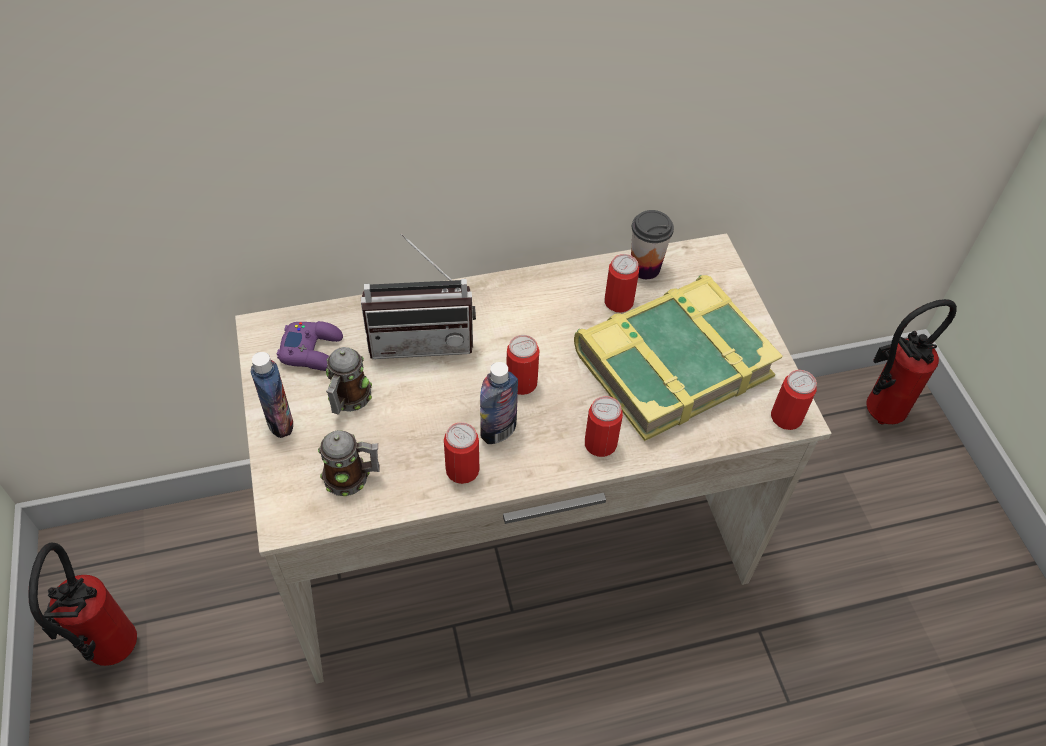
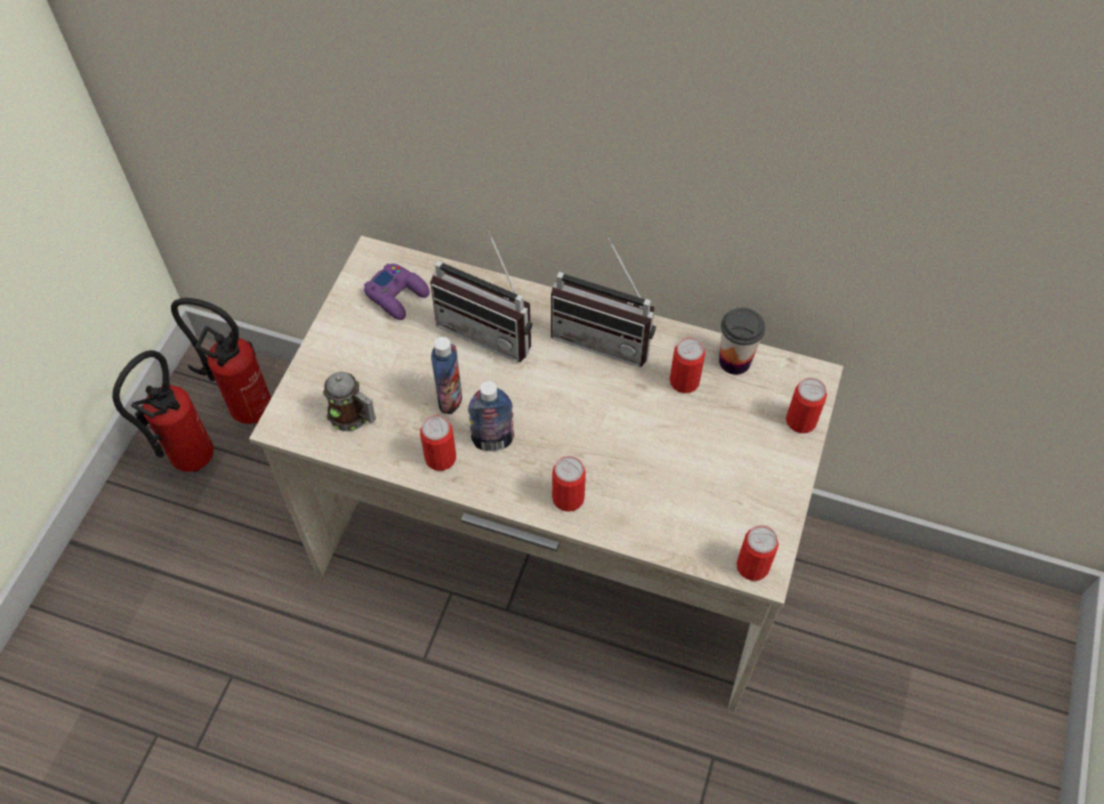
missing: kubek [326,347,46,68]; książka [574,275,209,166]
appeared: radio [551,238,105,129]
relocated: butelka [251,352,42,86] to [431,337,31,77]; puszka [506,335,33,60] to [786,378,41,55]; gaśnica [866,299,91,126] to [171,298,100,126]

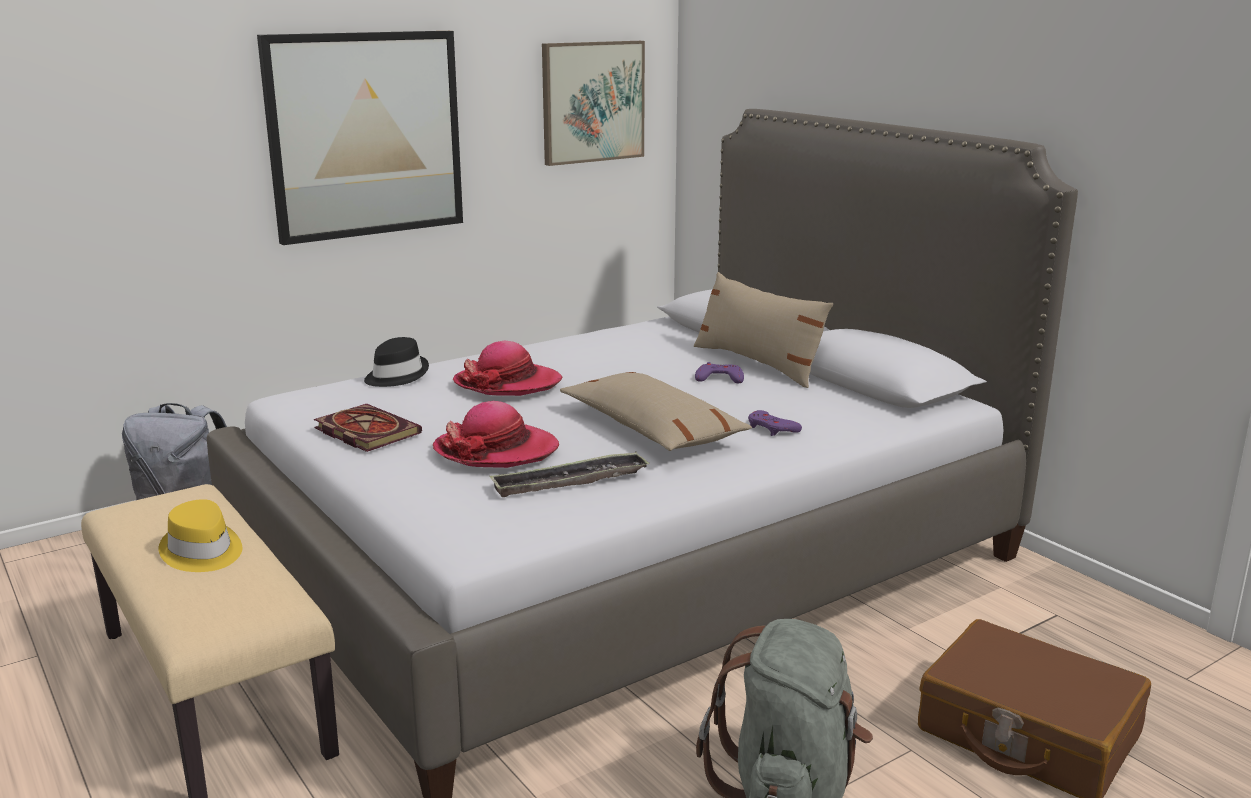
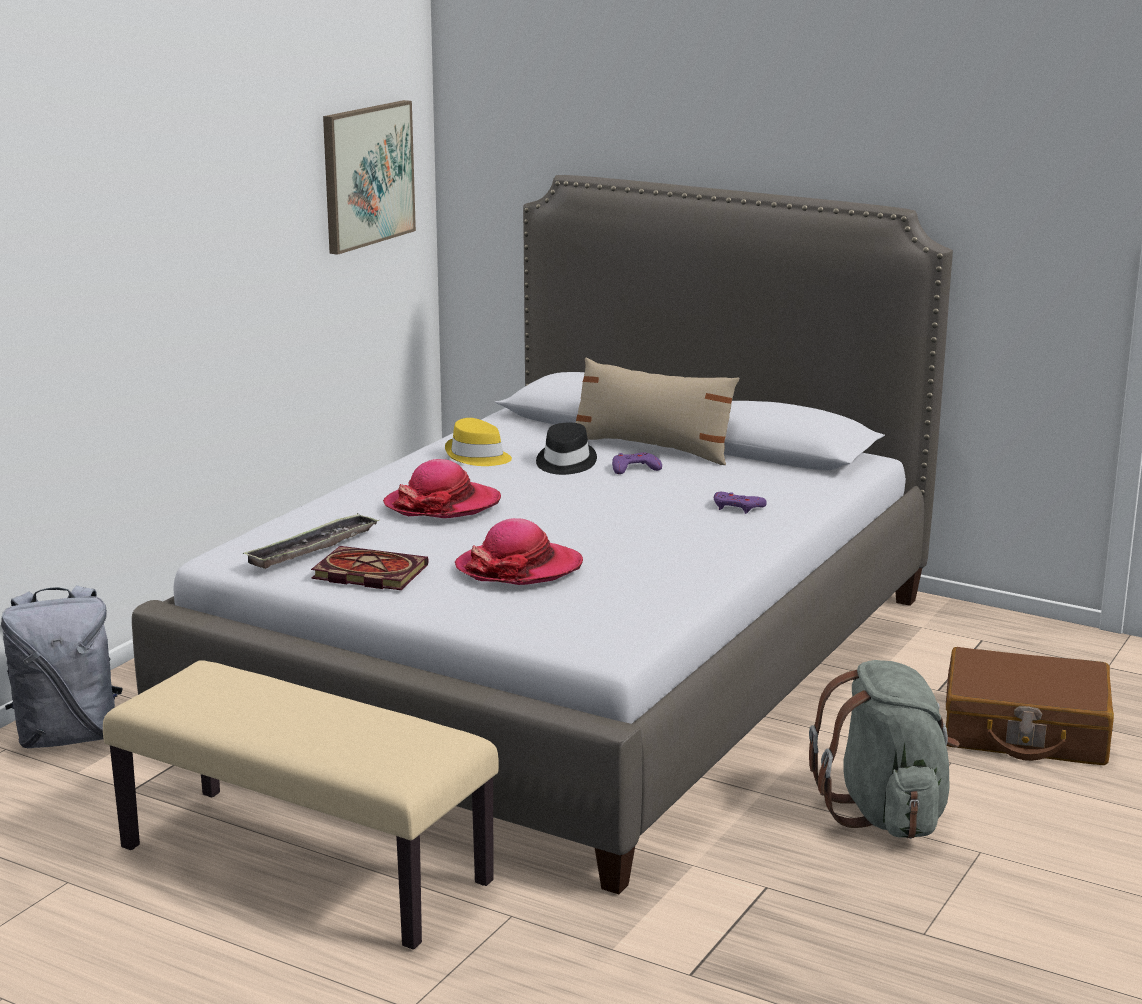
missing: obraz [257,31,206,214]; poduszka/beżowy [560,372,192,79]
relocated: kapelusz/żółty [159,499,83,73] to [445,418,67,48]; kapelusz/czarny [364,337,65,50] to [536,423,61,52]; taca [489,451,161,46] to [243,513,136,56]

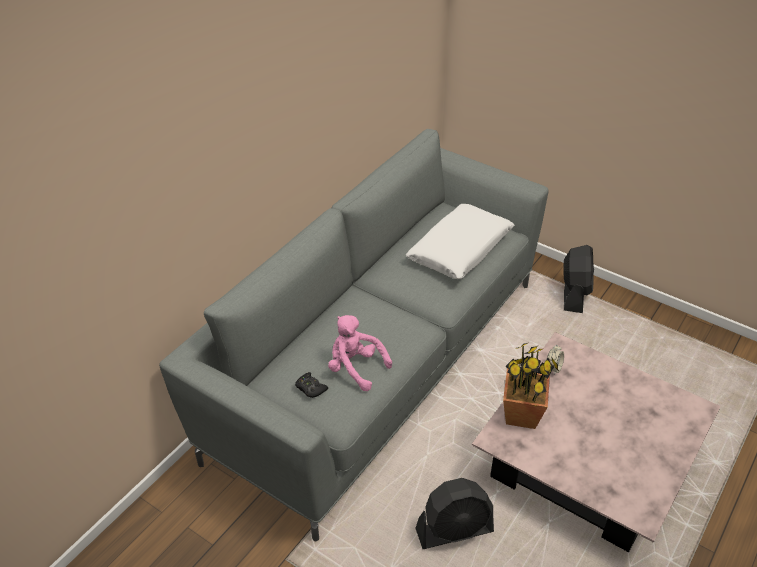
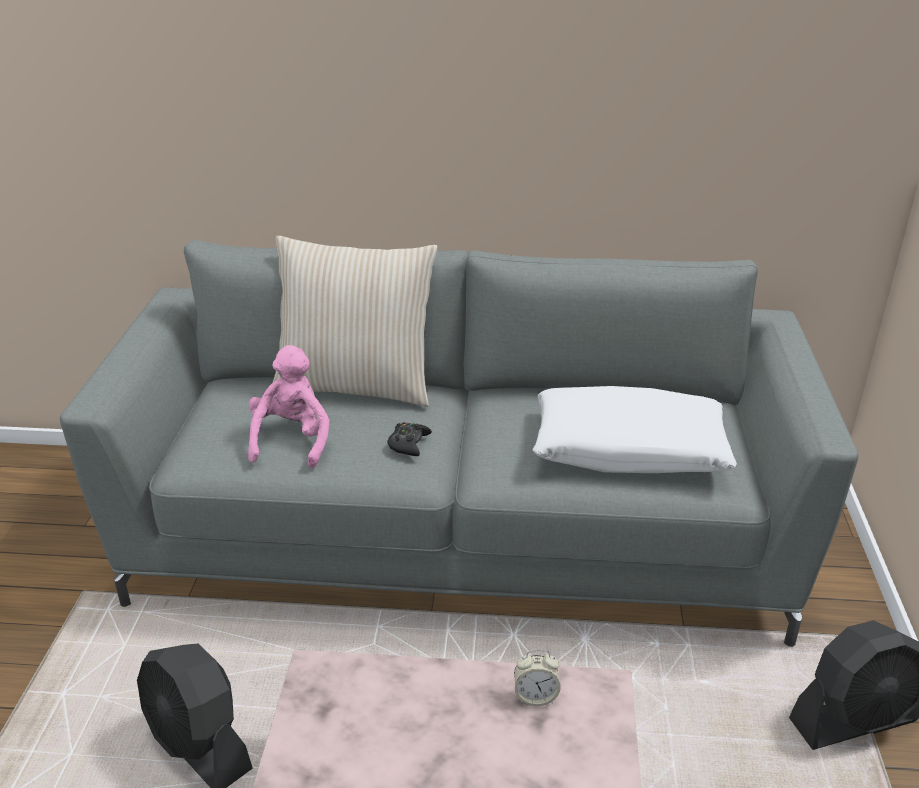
missing: roślina doniczkowa [503,343,56,86]
appeared: poduszka/beżowy [272,236,166,171]
relocated: pad do gier/czarny [295,372,33,26] to [387,422,45,34]

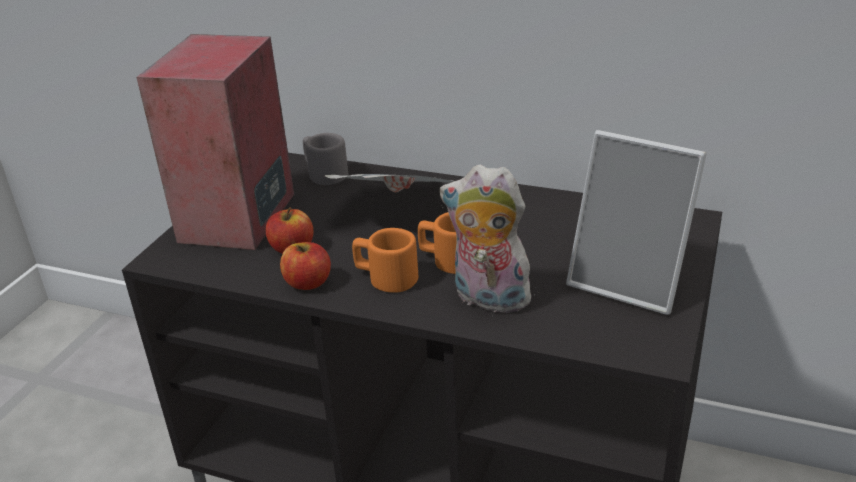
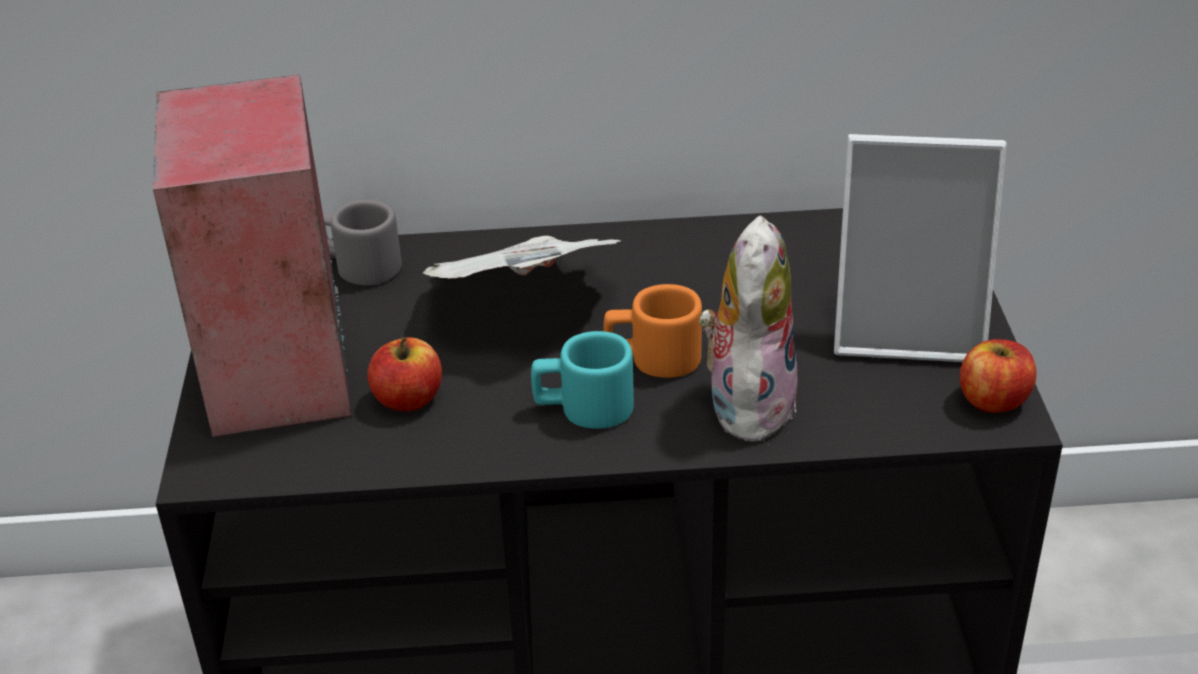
relocated: jabłko [280,242,51,48] to [960,339,77,74]
colour: kubek/pomarańczowy [352,228,66,65] to kubek/turkusowy [531,331,103,98]
spun: pluszak [440,164,96,149] = [699,216,98,229] 105 degrees clockwise

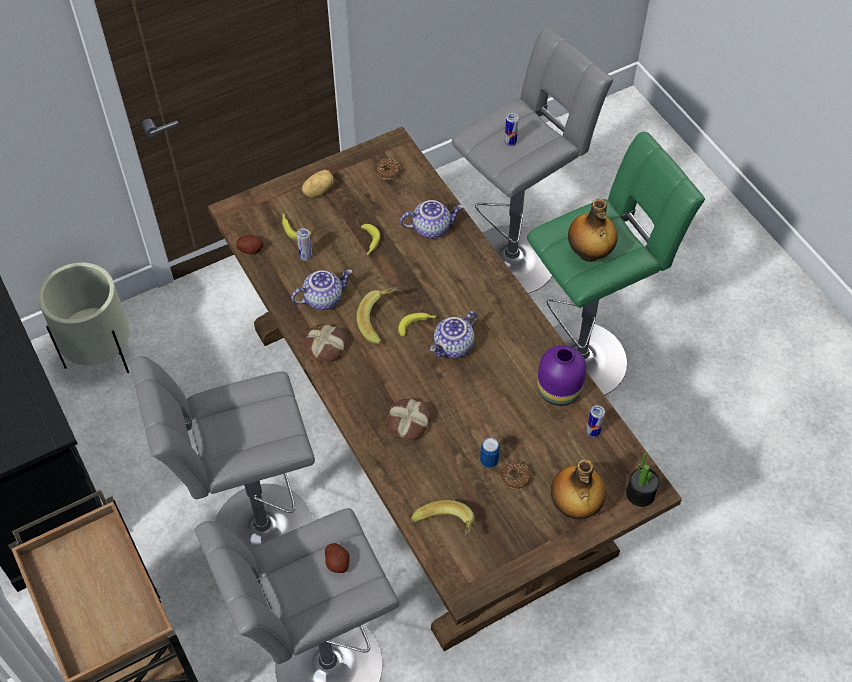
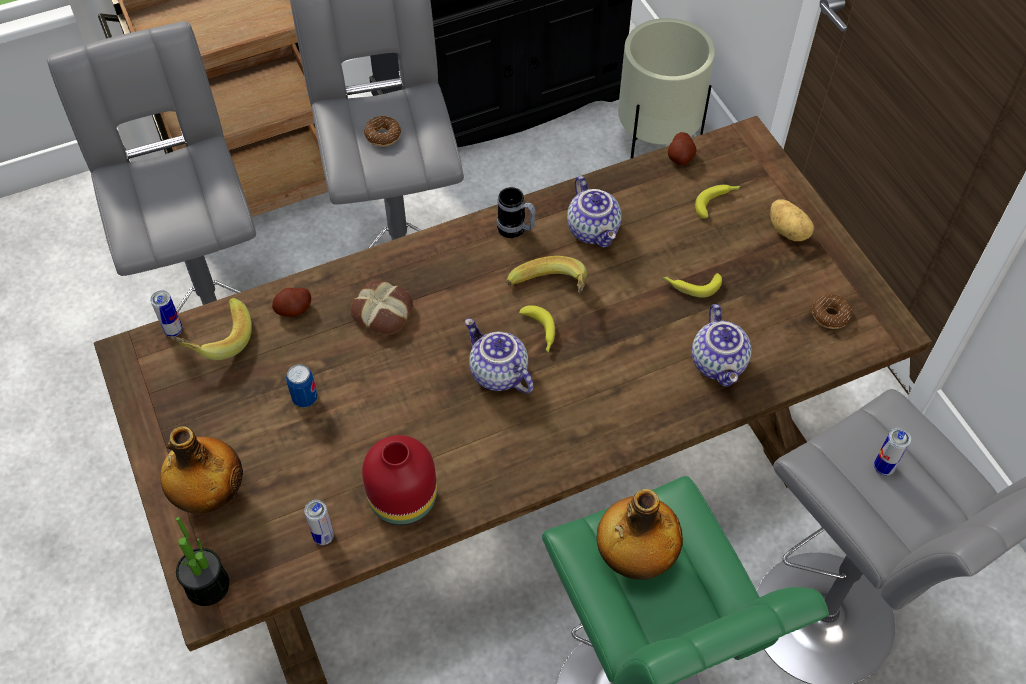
relocated: puszka [296,228,16,33] to [150,290,33,47]; ziemniak [325,543,25,30] to [272,288,39,29]; donut [501,462,30,28] to [364,116,37,31]
exchanged: chleb [303,324,45,39] to kubek [497,187,39,51]
colour: wazon/fioletowy [537,345,49,61] to wazon/czerwony [362,435,75,91]

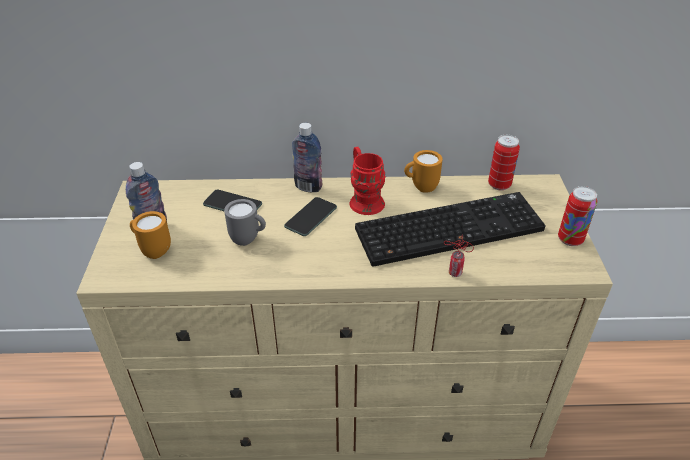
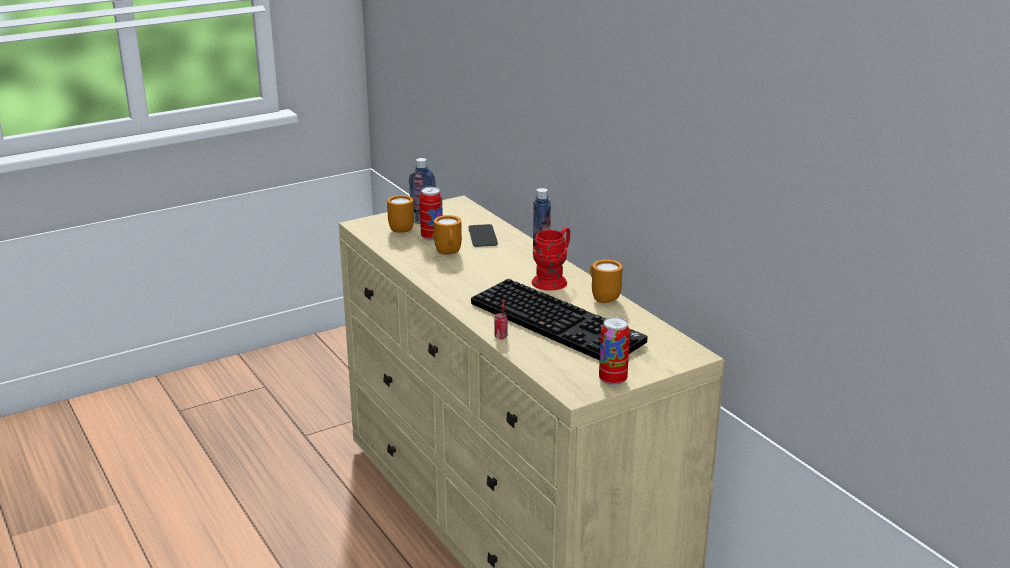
missing: telefon [284,197,53,39]
relocated: puszka [488,135,32,55] to [420,187,23,54]
colour: kubek/szary [224,199,42,47] to kubek/pomarańczowy [434,215,28,39]

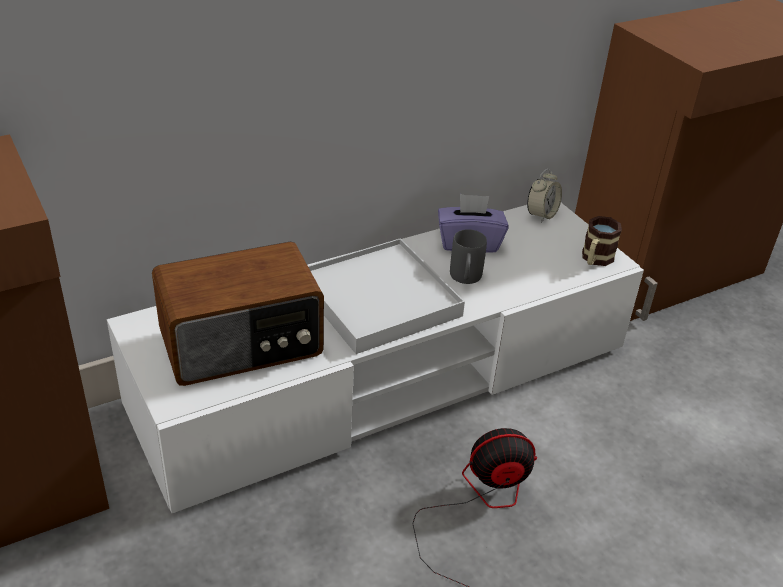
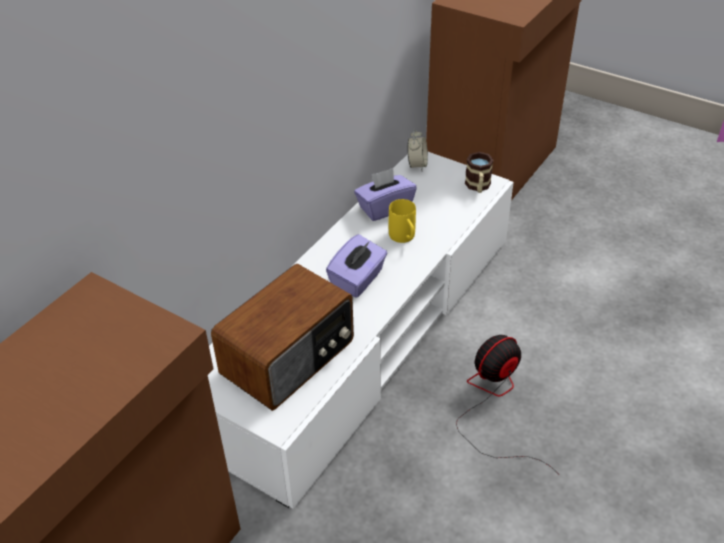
exchanged: taca/biały [308,238,157,116] to pudełko chusteczek/fioletowy [326,234,61,64]
colour: kubek/szary [450,229,37,55] to kubek/żółty [389,199,27,44]

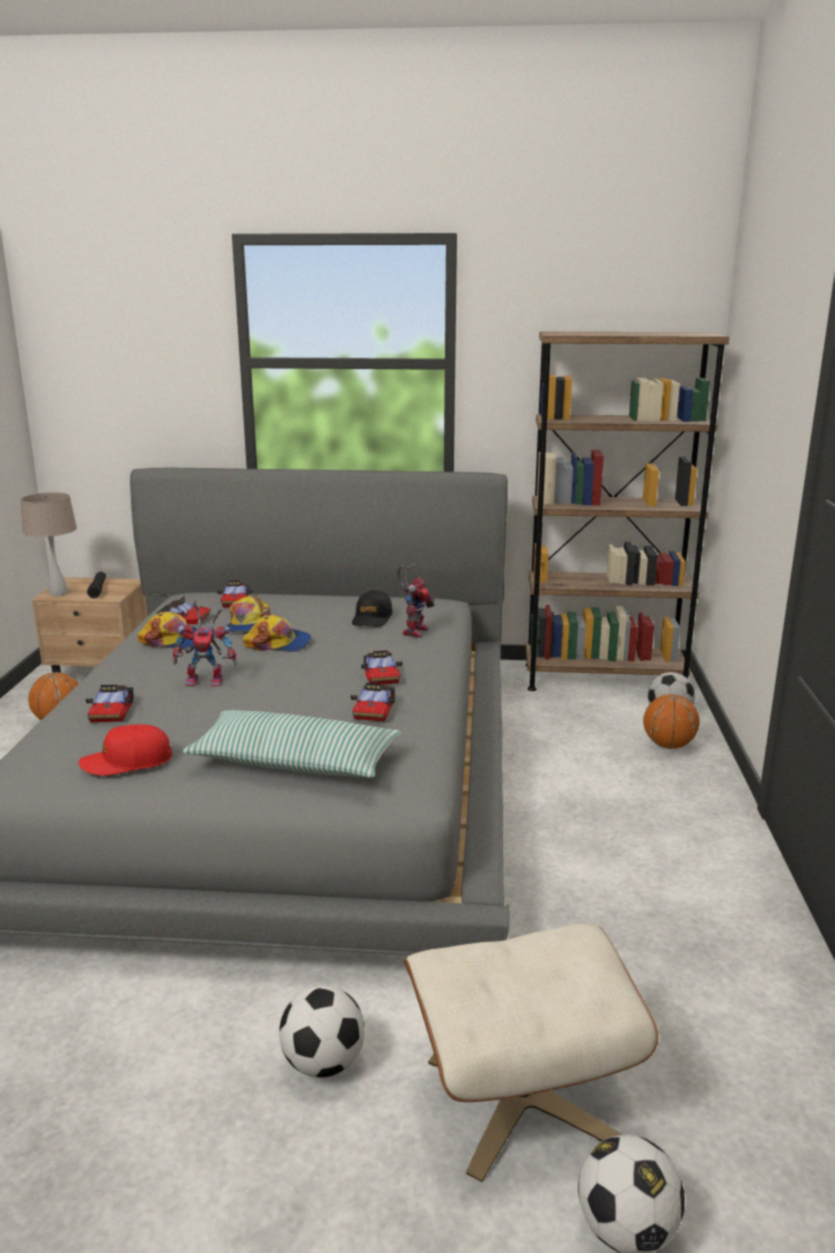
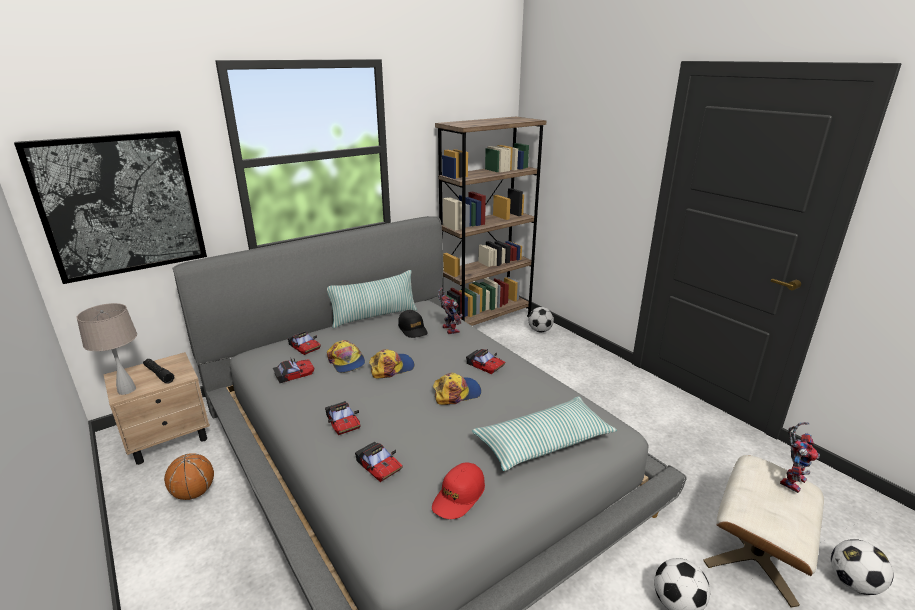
missing: piłka do koszykówki [643,694,57,55]
appeared: obraz [14,131,193,153]; poduszka [327,270,90,58]
relocated: czapka z daszkiem [138,611,59,38] to [433,373,48,32]; robot zabawkowy [173,602,64,85] to [780,422,40,71]; samochodzik [351,683,44,38] to [325,401,35,34]

